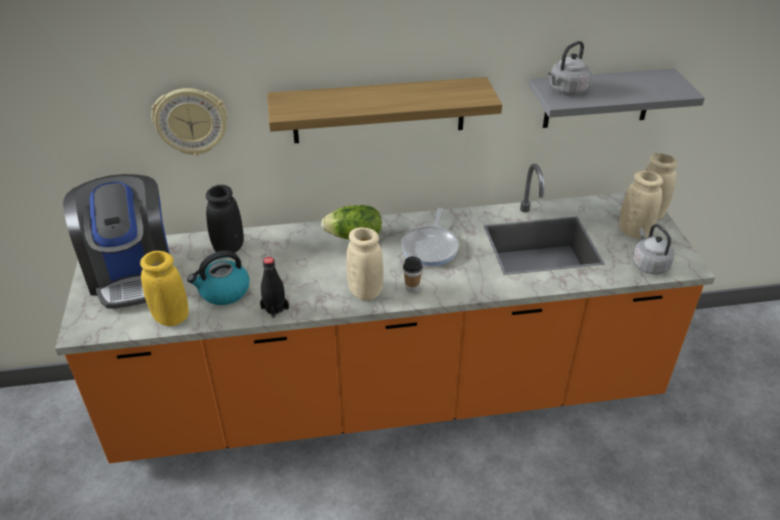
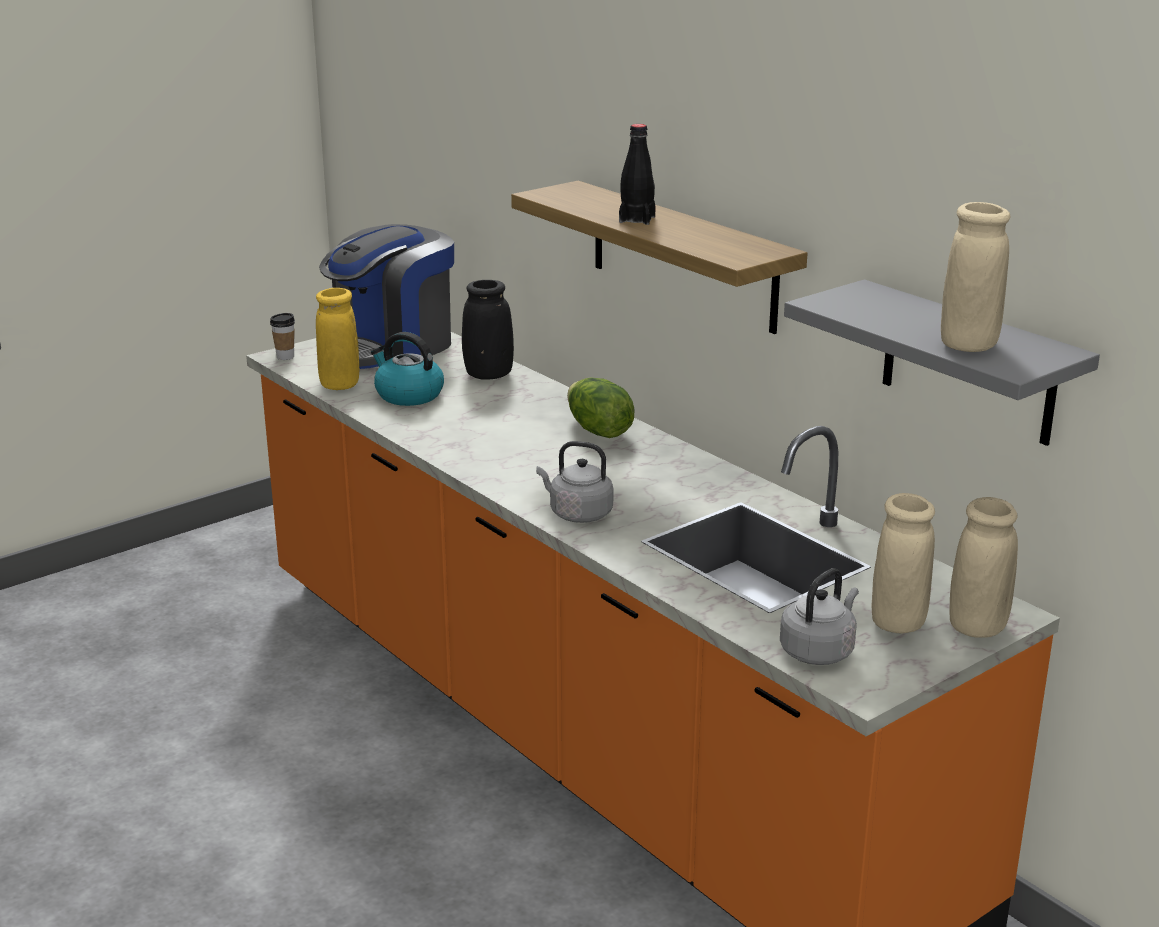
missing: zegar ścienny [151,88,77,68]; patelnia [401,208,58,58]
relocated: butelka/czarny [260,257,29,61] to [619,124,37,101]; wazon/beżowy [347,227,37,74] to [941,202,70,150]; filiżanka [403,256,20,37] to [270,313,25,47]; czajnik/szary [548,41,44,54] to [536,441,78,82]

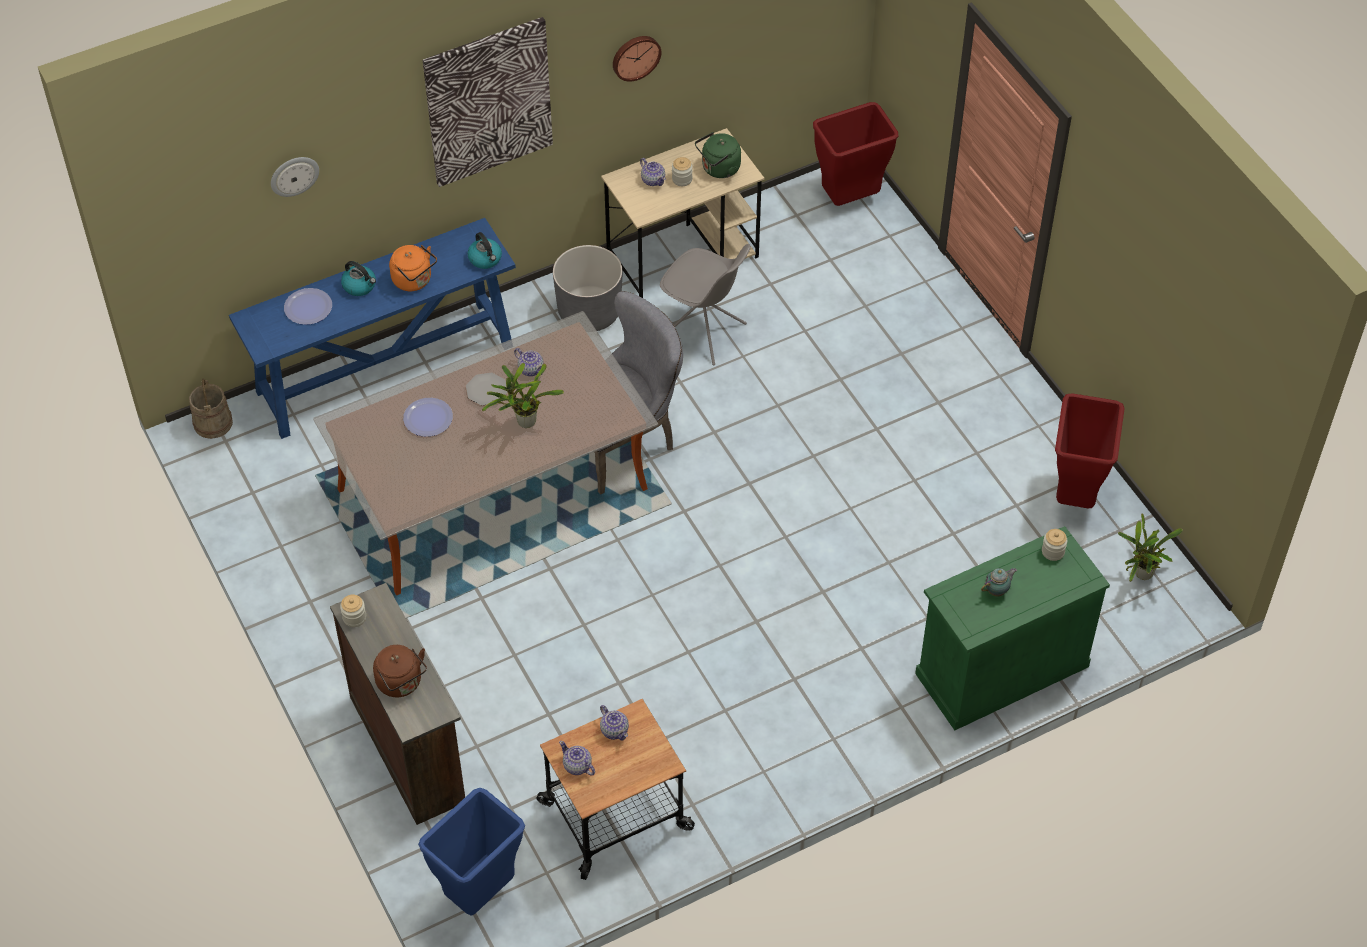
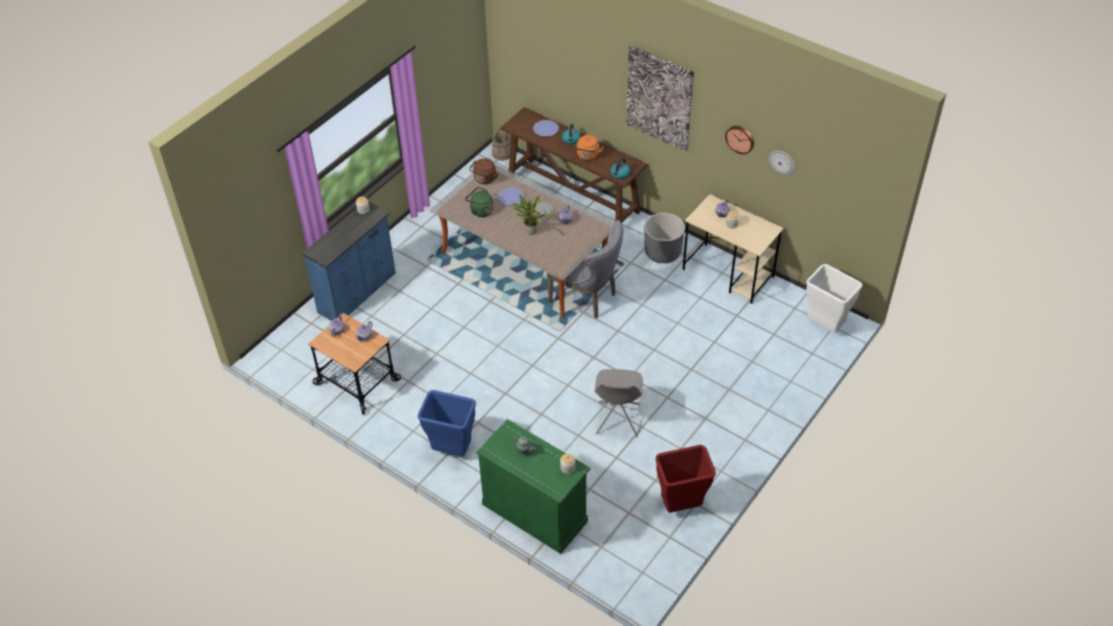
missing: roślina doniczkowa [1118,513,65,69]
relocated: zegar ścienny [271,157,48,40] to [769,151,26,25]; czajnik/brązowy [373,645,54,52] to [469,158,30,26]; kosz na śmieci/niebieski [418,788,107,128] to [418,390,58,66]; krzesło/szary [660,244,91,121] to [595,369,48,68]; czajnik/zielony [695,132,46,46] to [465,187,28,30]
colour: stolik konsolowy/niebieski [229,218,287,221] to stolik konsolowy/brązowy [501,107,146,116]; komoda/brązowy [330,583,135,242] to komoda/niebieski [302,201,94,120]; kosz na śmieci/czerwony [813,102,86,104] to kosz na śmieci/biały [806,264,56,68]

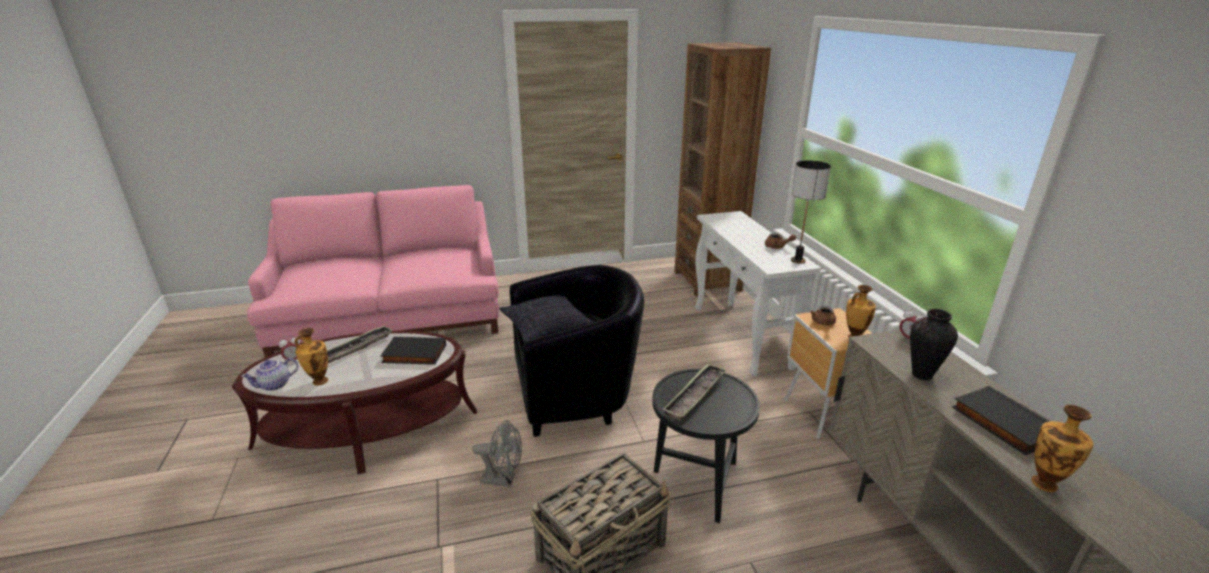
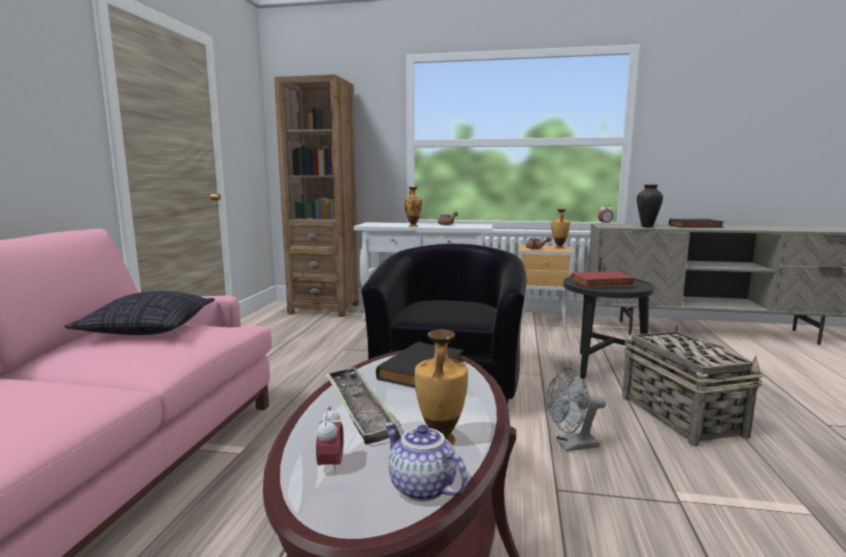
missing: lampa stołowa [791,160,40,104]
relocated: poduszka [499,295,95,47] to [64,291,151,44]; wazon [1031,405,63,87] to [404,187,18,40]
exchanged: taca [662,363,65,57] to książka/czerwony [571,271,65,17]
spun: imbryk [241,358,57,33] = [384,422,84,80] 150 degrees clockwise; wentylator/szary [472,420,50,67] = [547,368,59,83] 135 degrees counterclockwise

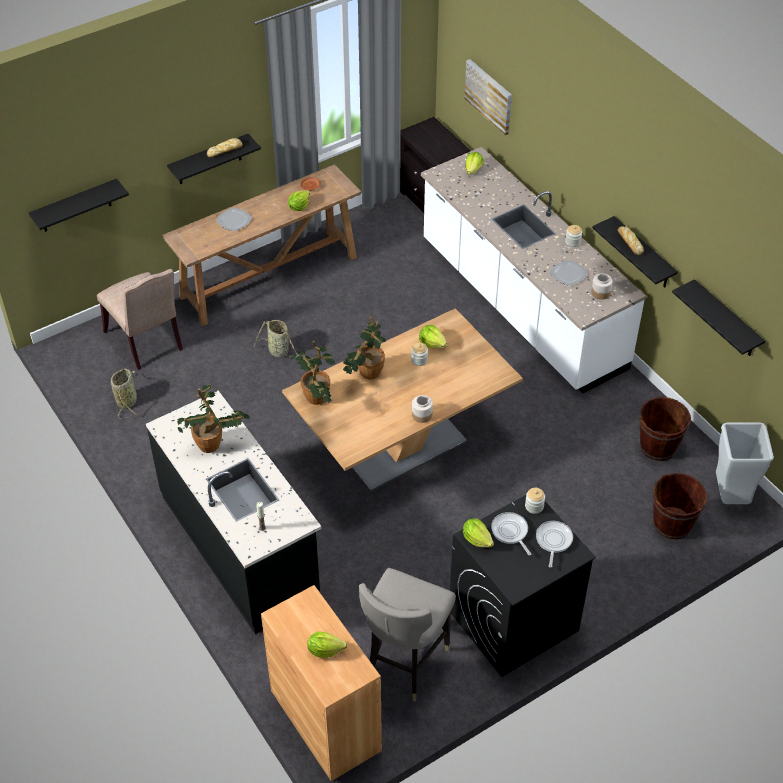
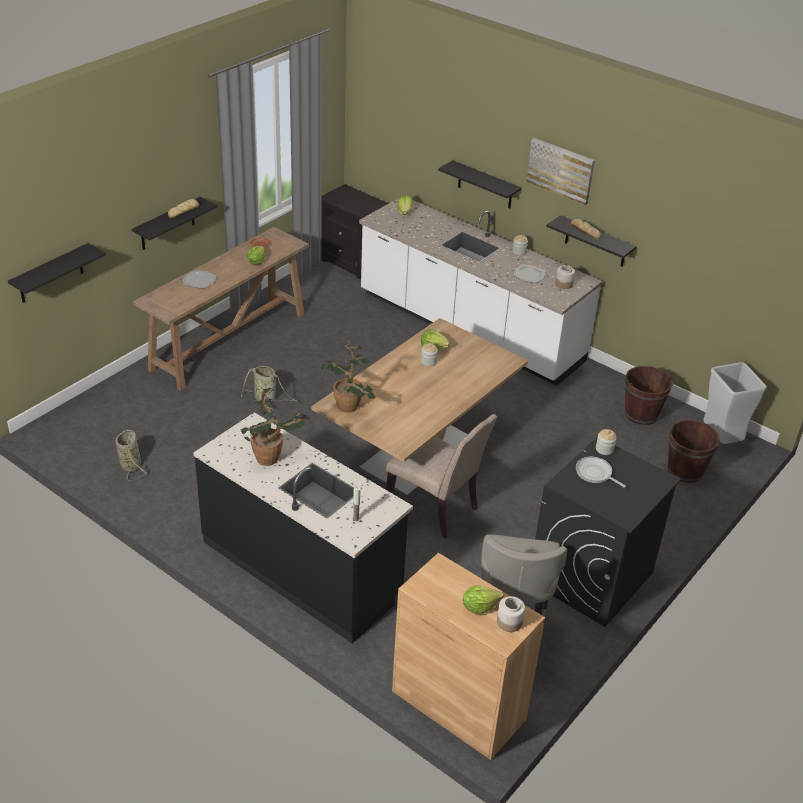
missing: roślina doniczkowa [343,317,43,63]; sałata [463,519,31,28]; patelnia [536,521,37,47]
relocated: krzesło/beżowy [97,269,86,101] to [386,414,111,125]; słoik [412,395,21,28] to [497,596,28,36]; obraz [464,59,48,76] to [527,138,68,67]; półka/czarny [672,279,93,77] to [438,160,83,48]

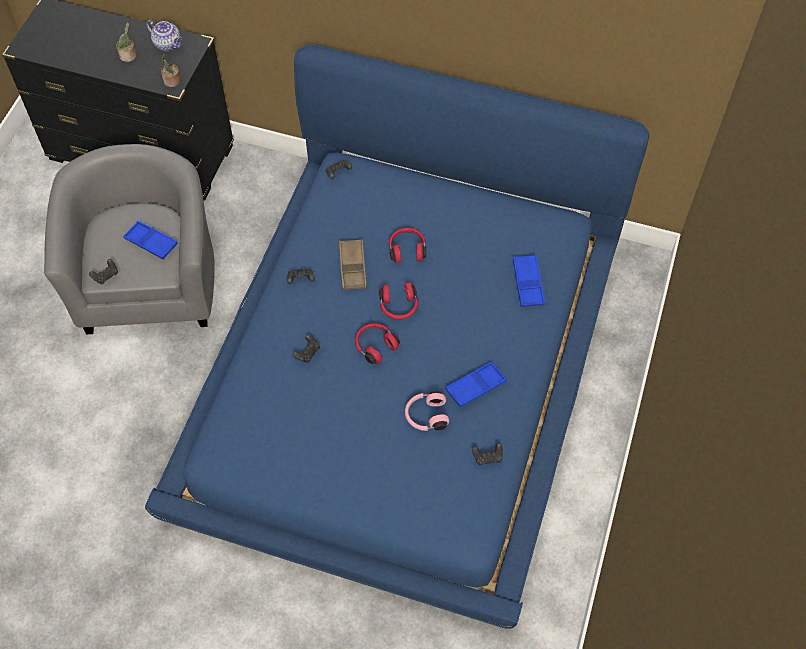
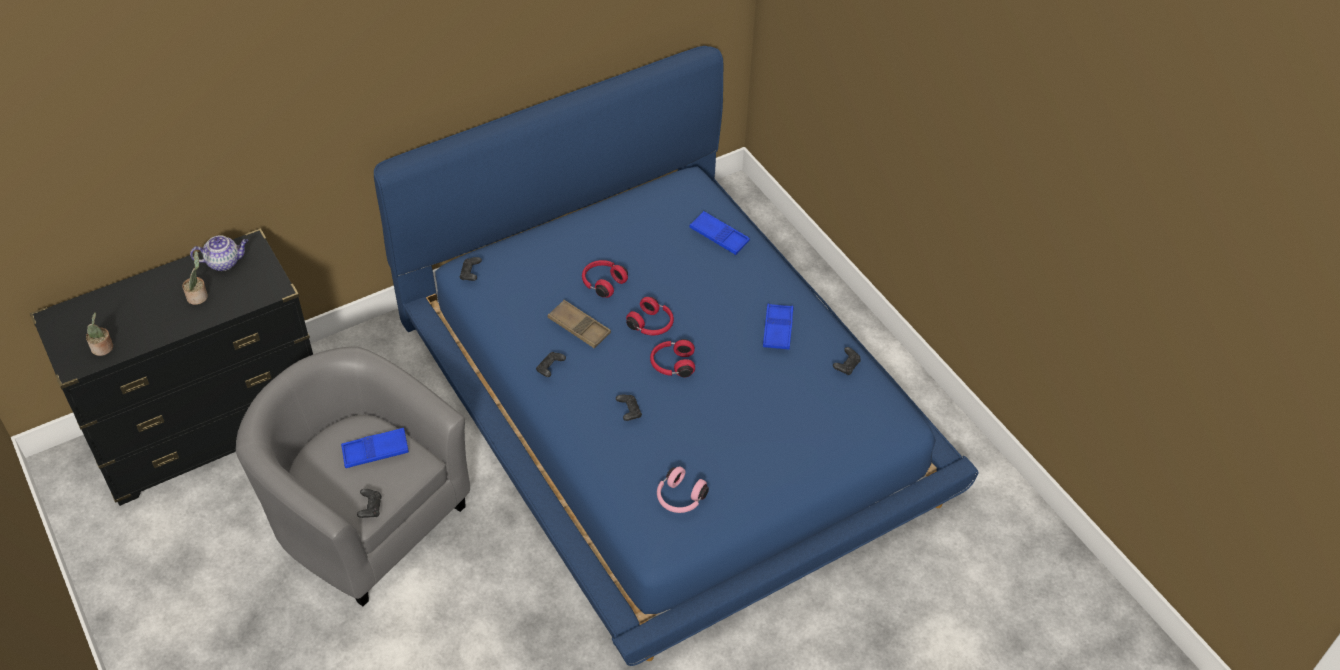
relocated: roślina doniczkowa [161,54,20,33] to [86,313,27,43]; słuchawki/różowy [405,391,44,40] to [657,466,52,47]

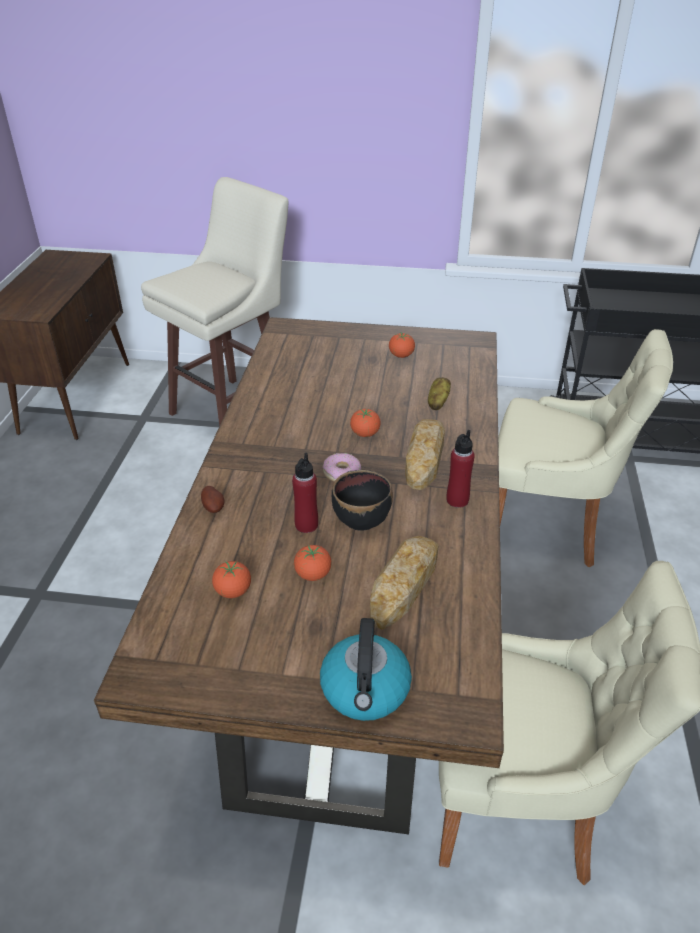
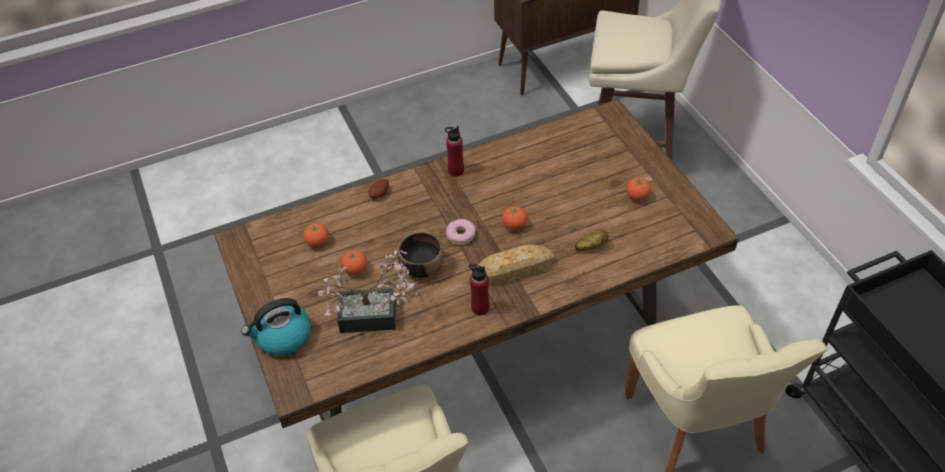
relocated: butelka/czerwony [292,453,26,80] to [445,126,19,51]
exchanged: chleb [370,536,69,94] to roślina doniczkowa [318,250,100,83]

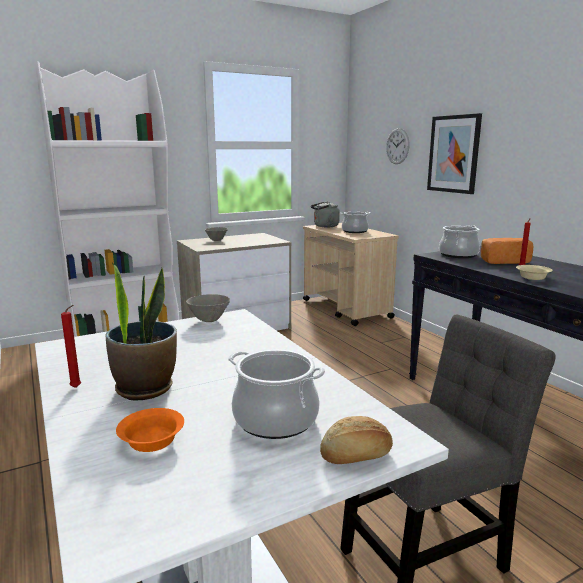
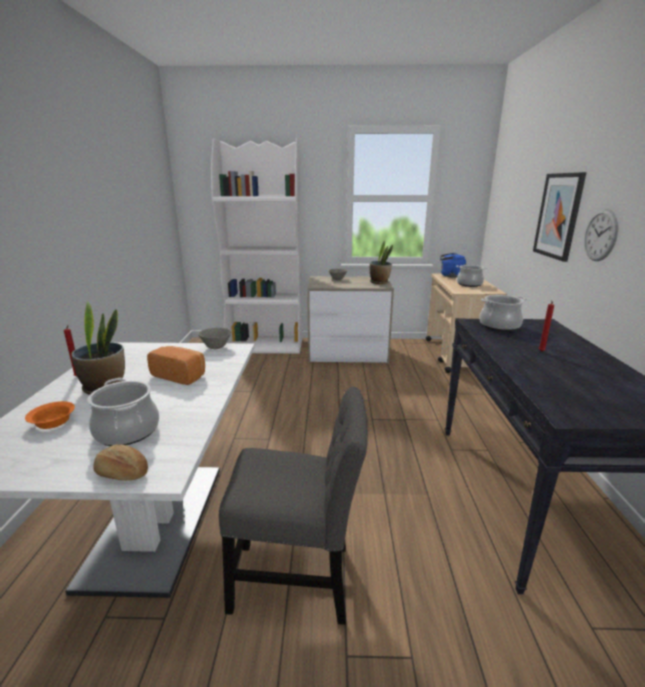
missing: miska/beżowy [516,265,37,15]
appeared: roślina doniczkowa [370,240,23,44]
relocated: zegar ścienny [386,128,24,36] to [584,209,34,52]; chleb [481,238,52,26] to [147,346,58,39]
colour: czajnik/szary [311,202,29,25] to czajnik/niebieski [440,253,26,25]

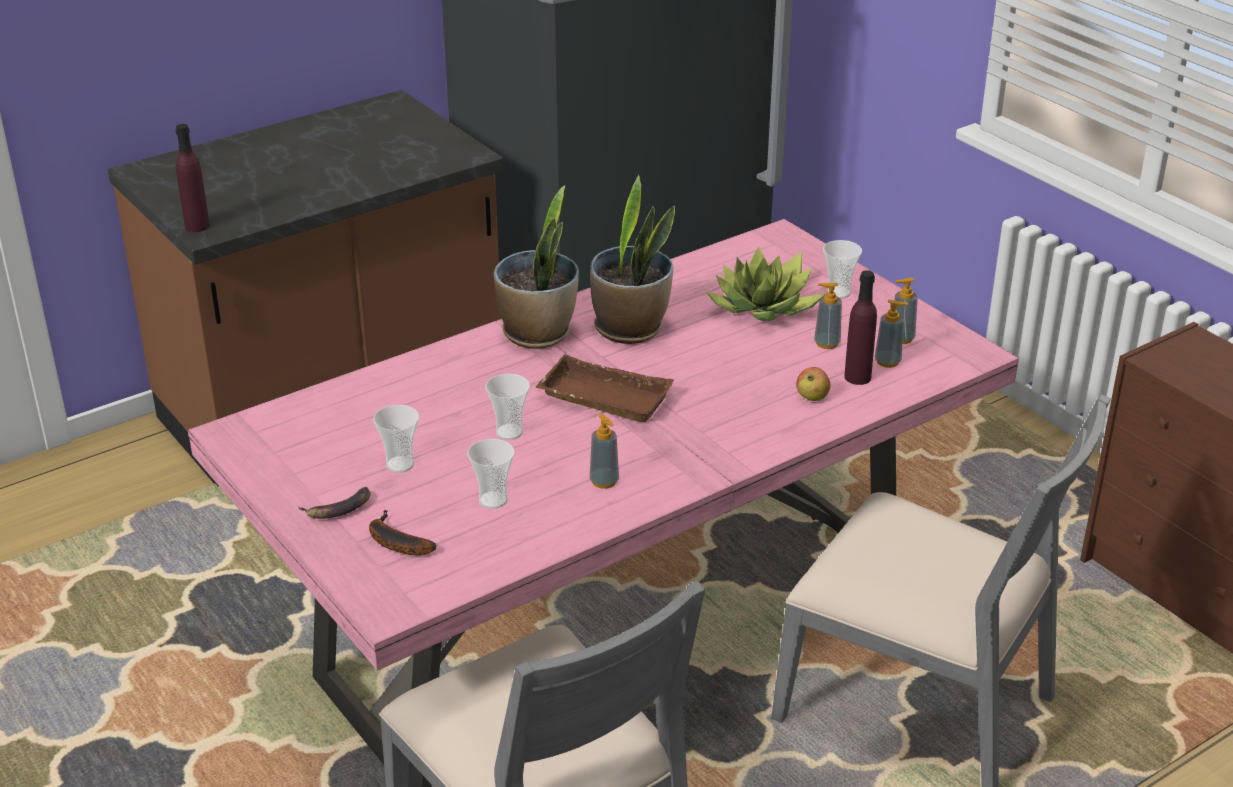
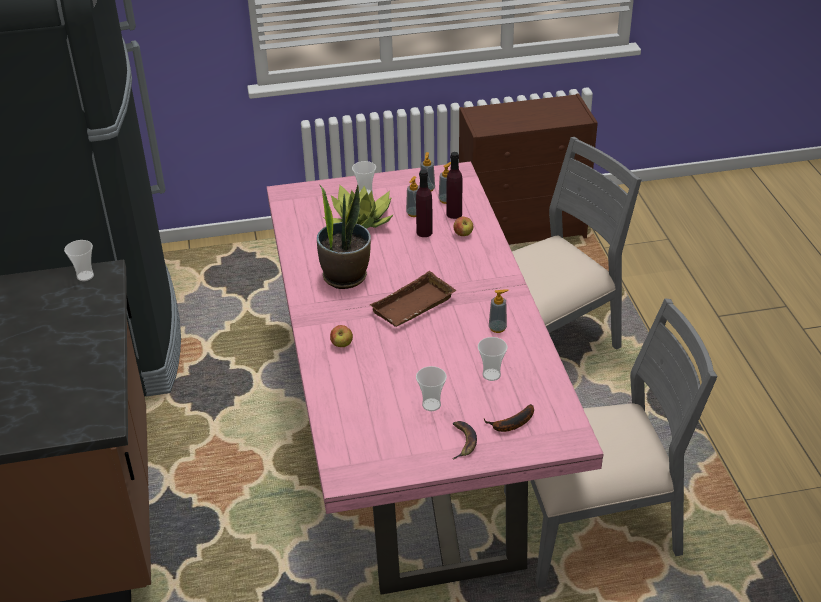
missing: roślina doniczkowa [494,185,85,164]
appeared: jabłko [330,325,23,22]
relocated: butelka/fioletowy [175,124,35,108] to [416,170,16,67]; filiżanka [485,374,45,66] to [64,240,30,41]

